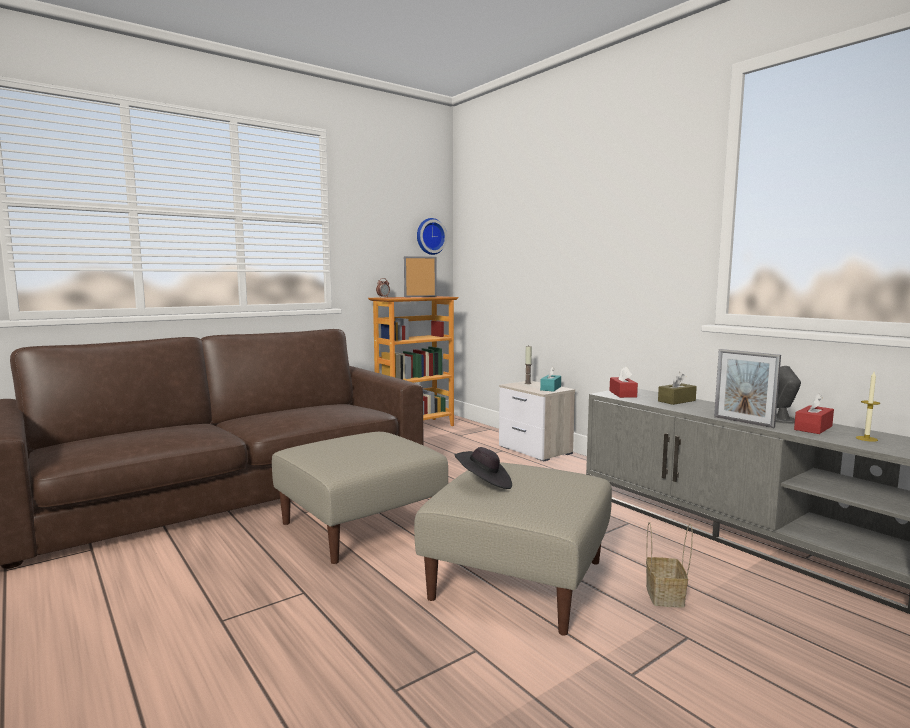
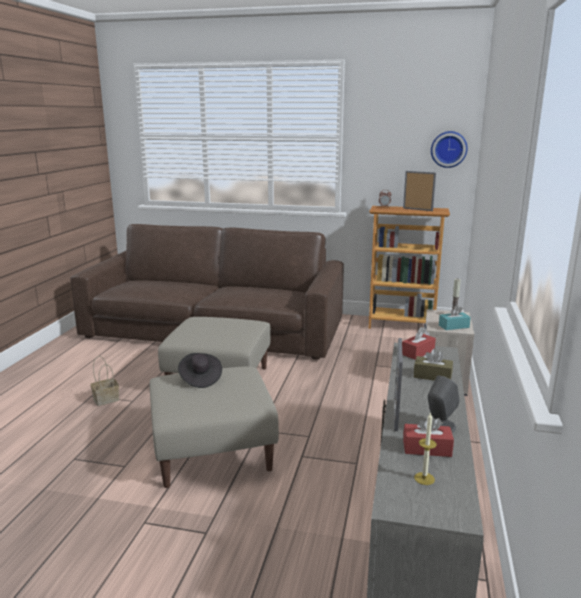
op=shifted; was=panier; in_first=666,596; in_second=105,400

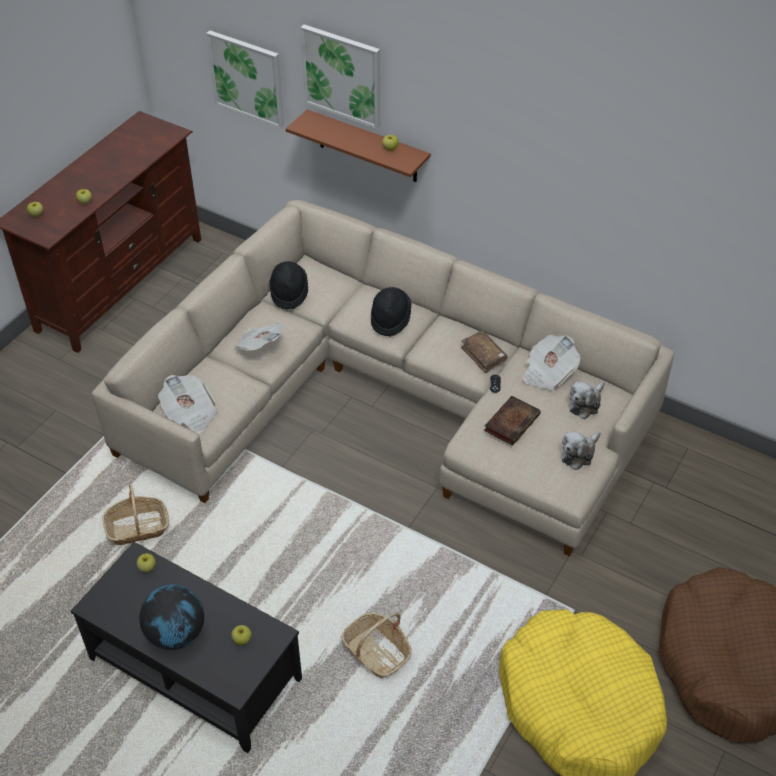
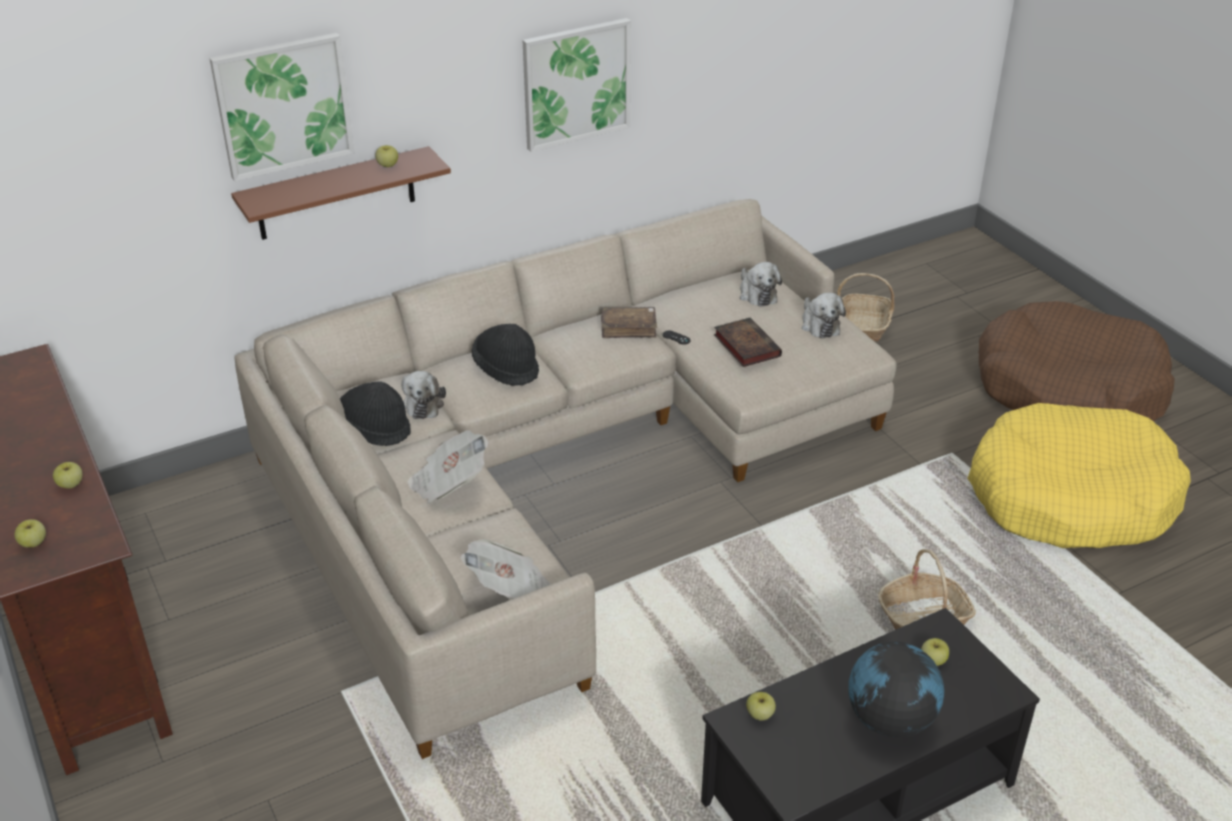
op=shifted; was=panier; in_first=138,528; in_second=863,325
op=shifted; was=tableau; in_first=247,78; in_second=576,83
op=gone; was=journal; in_first=548,373
op=new; now=peluche; in_second=423,403

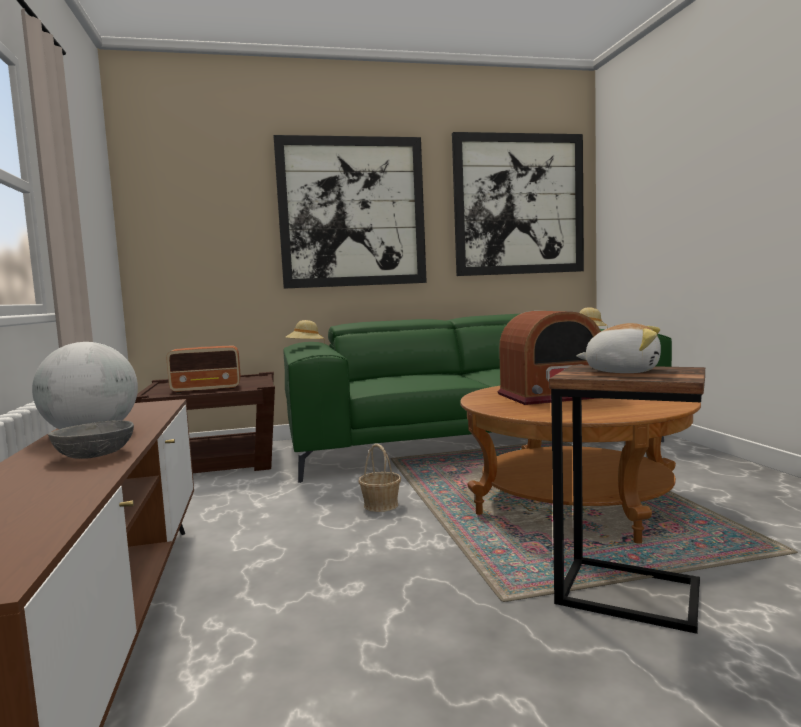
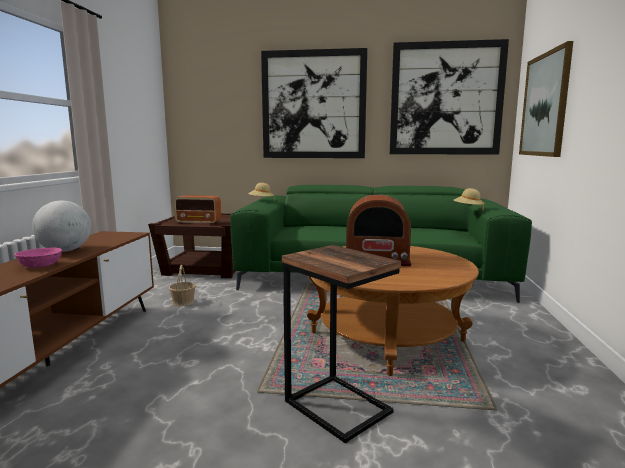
op=repainted; was=bol (gris); now=bol (rose); in_first=95,455; in_second=40,266
op=shifted; was=panier; in_first=381,505; in_second=183,302
op=gone; was=peluche; in_first=622,371
op=new; now=tableau; in_second=545,105

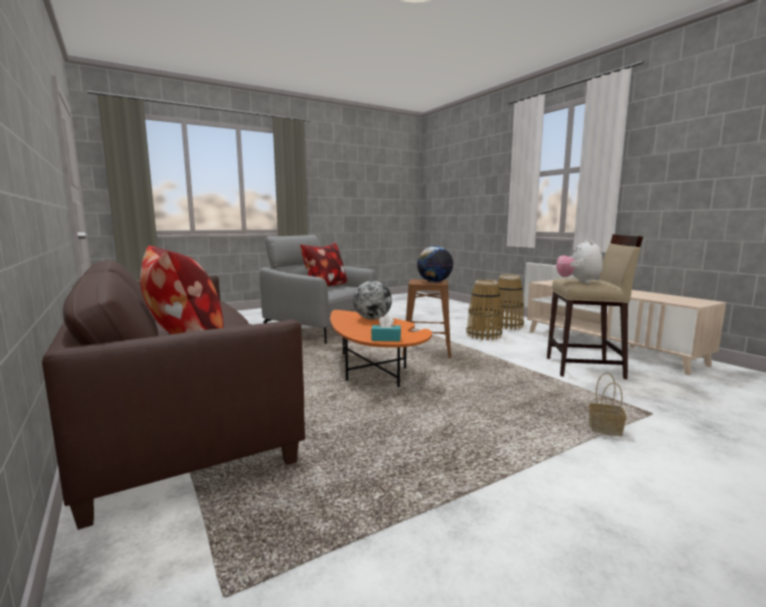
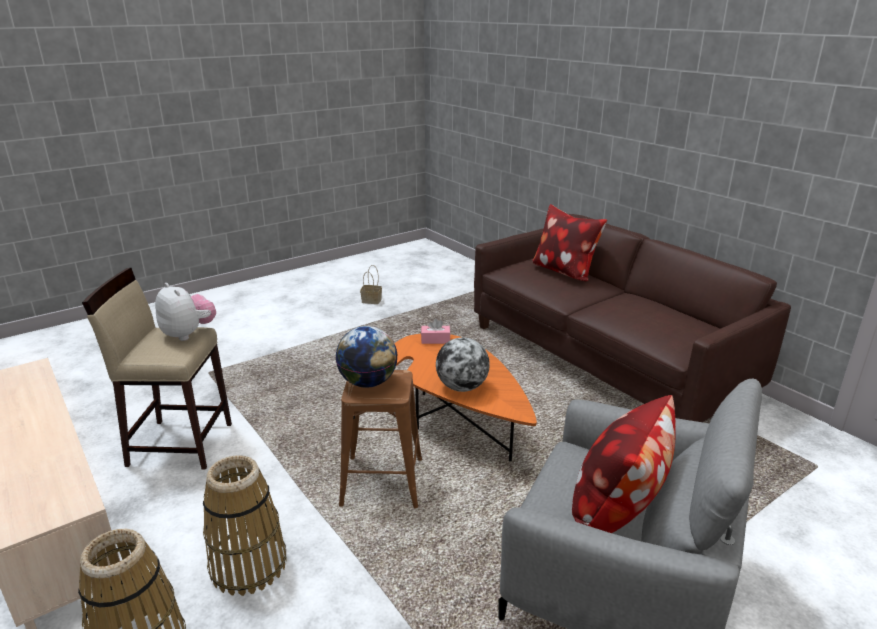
op=repainted; was=boîte à mouchoirs (turquoise); now=boîte à mouchoirs (rose); in_first=386,339; in_second=435,340
op=rotated; was=peluche; in_first=578,282; in_second=188,334; clockwise=-45
op=shifted; was=panier; in_first=604,429; in_second=372,300

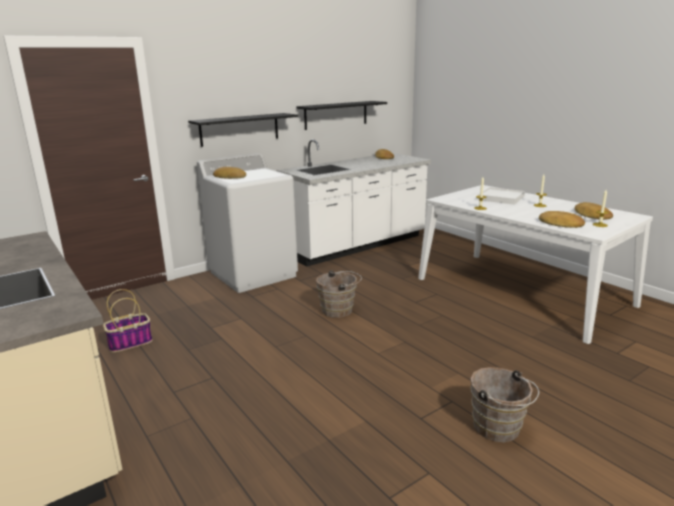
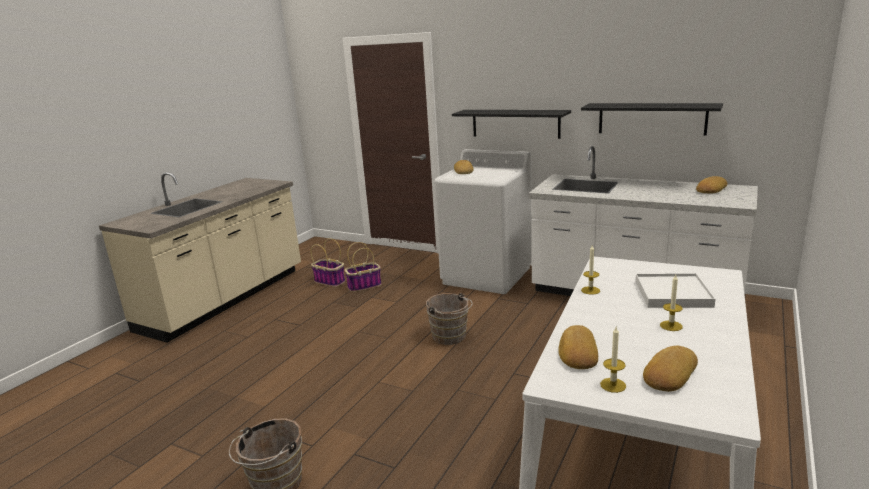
op=new; now=panier; in_second=364,286

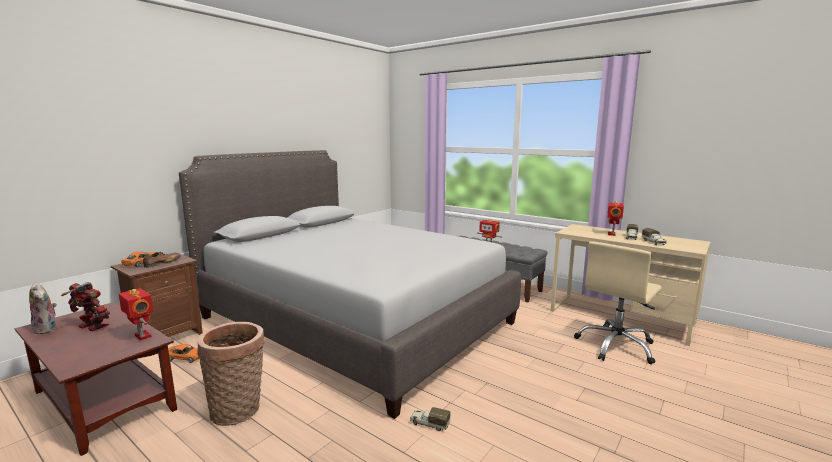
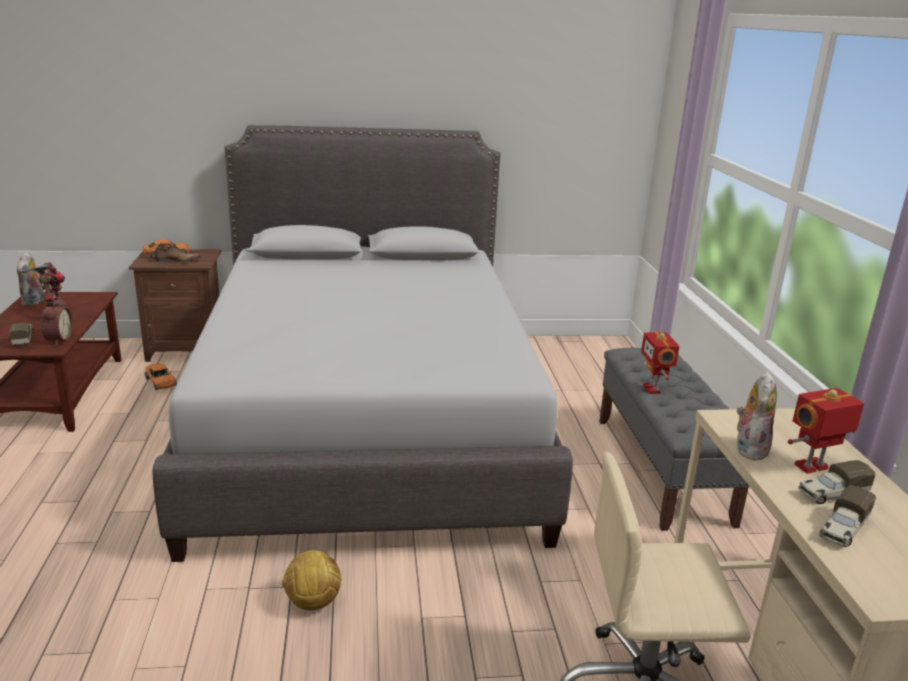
op=swapped; was=robot jouet; now=réveil; in_first=141,336; in_second=57,339
op=gone; was=panier; in_first=239,409
op=shifted; was=camion jouet; in_first=429,424; in_second=23,339
op=new; now=ballon de foot; in_second=313,603
op=new; now=peluche; in_second=749,448

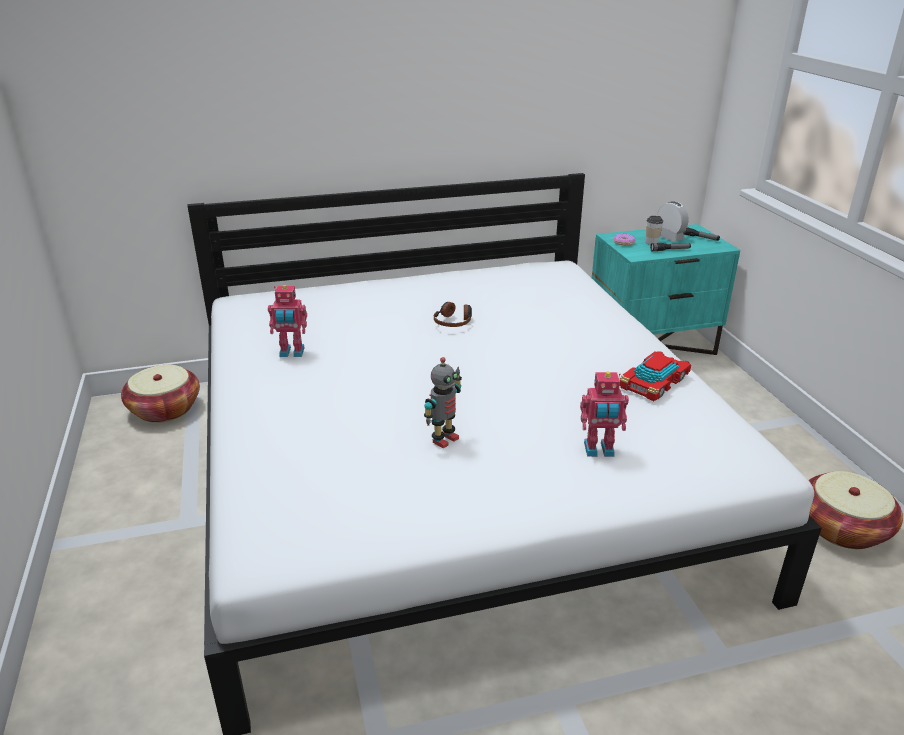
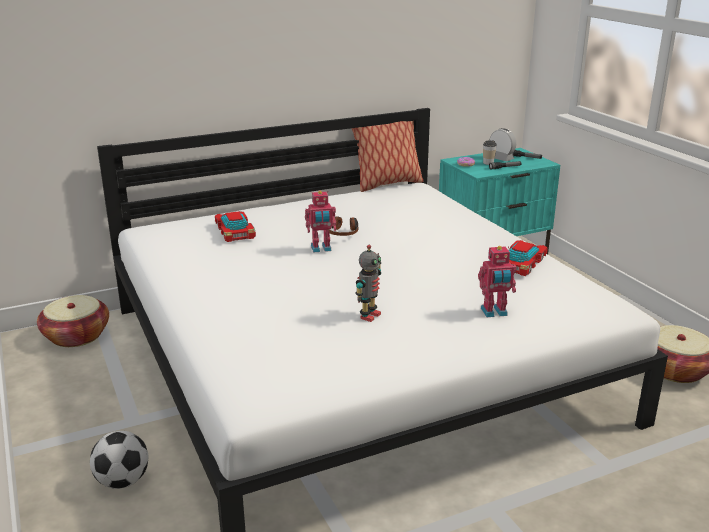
op=shifted; was=robot jouet; in_first=291,353; in_second=321,249
op=new; now=ballon de foot; in_second=123,481
op=new; now=petite voiture; in_second=235,231
op=new; now=coussin; in_second=387,184

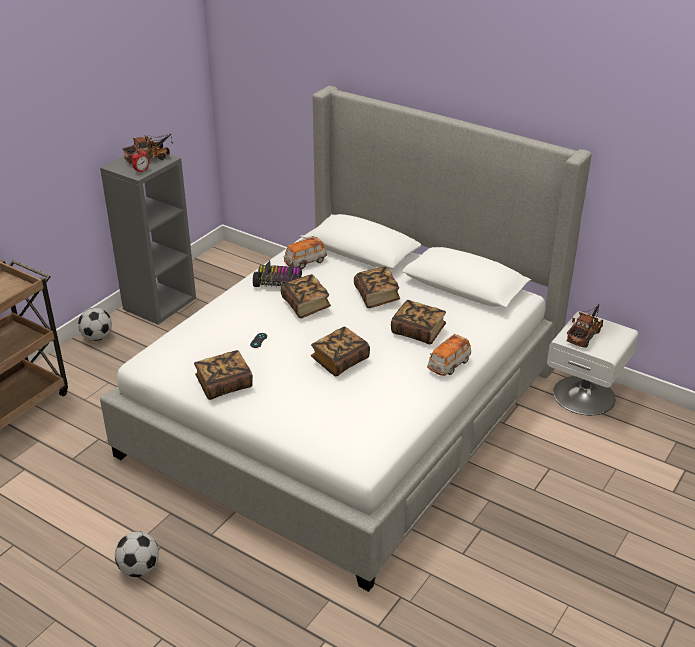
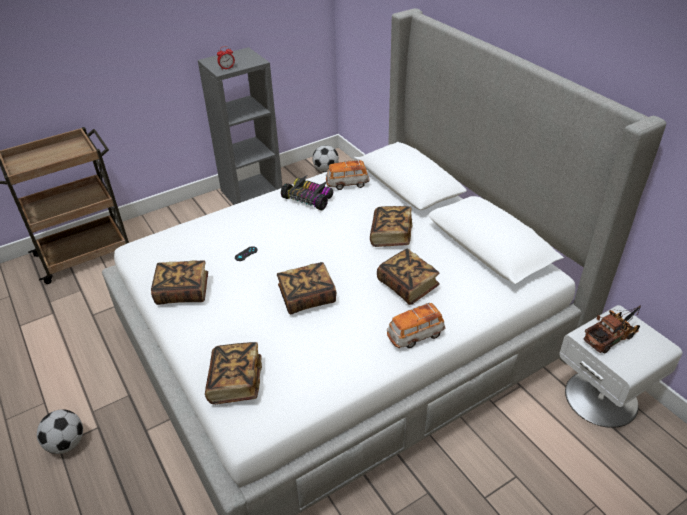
op=shifted; was=ballon de foot; in_first=97,337; in_second=326,170
op=gone; was=camion jouet; in_first=150,158
op=shifted; was=livre; in_first=306,305; in_second=235,382

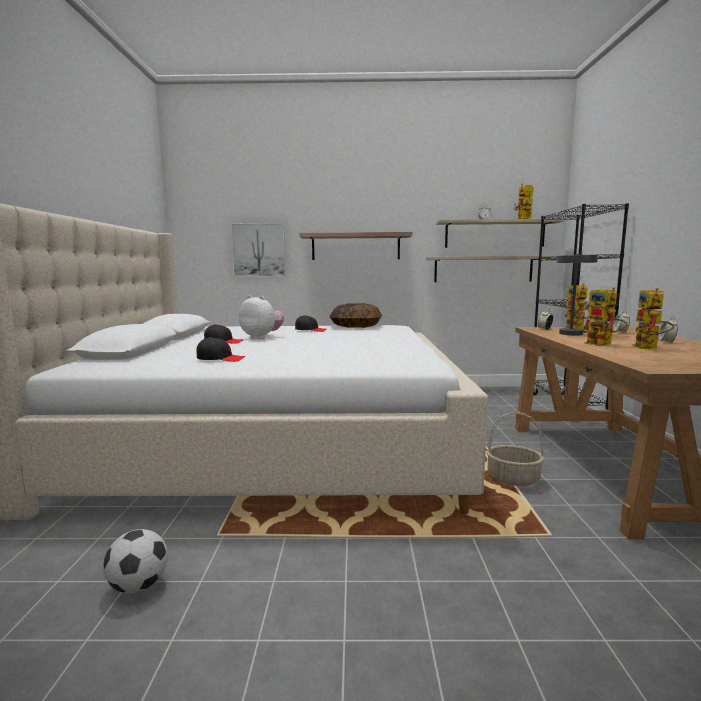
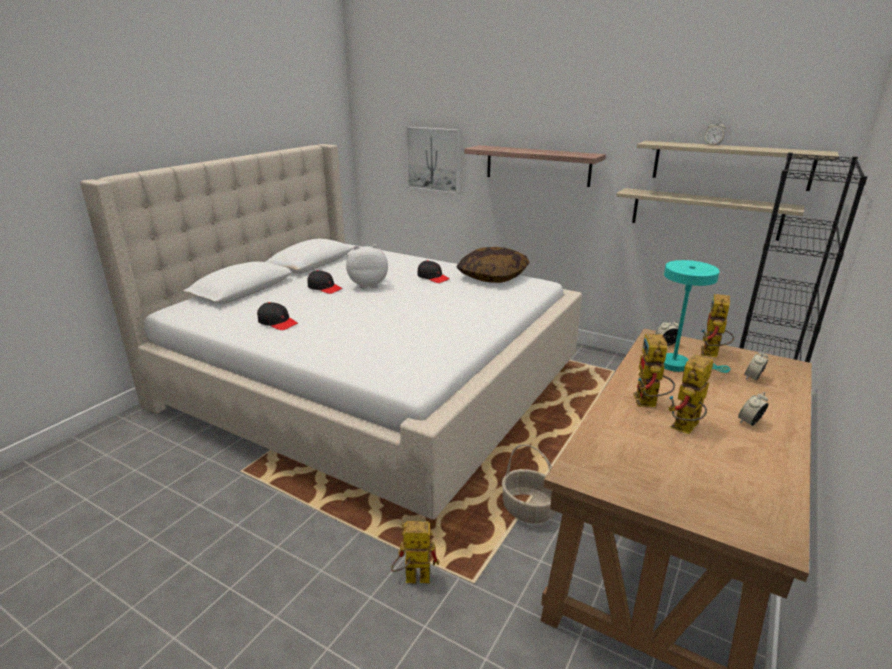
op=gone; was=ballon de foot; in_first=139,586
op=rotated; was=peluche; in_first=262,337; in_second=368,285; clockwise=-75
op=shifted; was=robot jouet; in_first=523,219; in_second=412,579
op=repainted; was=lampe de table (gris); now=lampe de table (turquoise); in_first=574,333; in_second=679,365

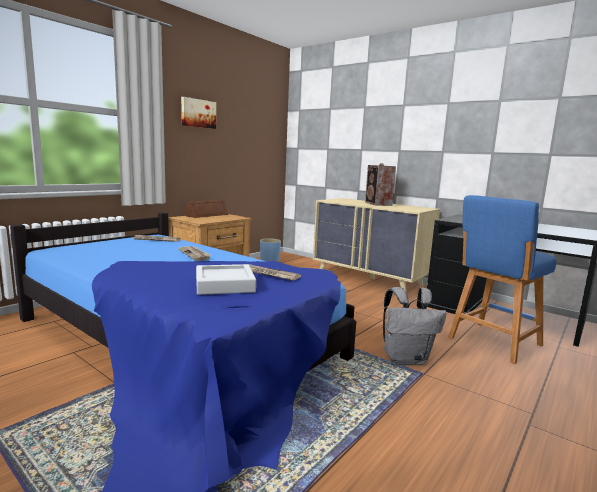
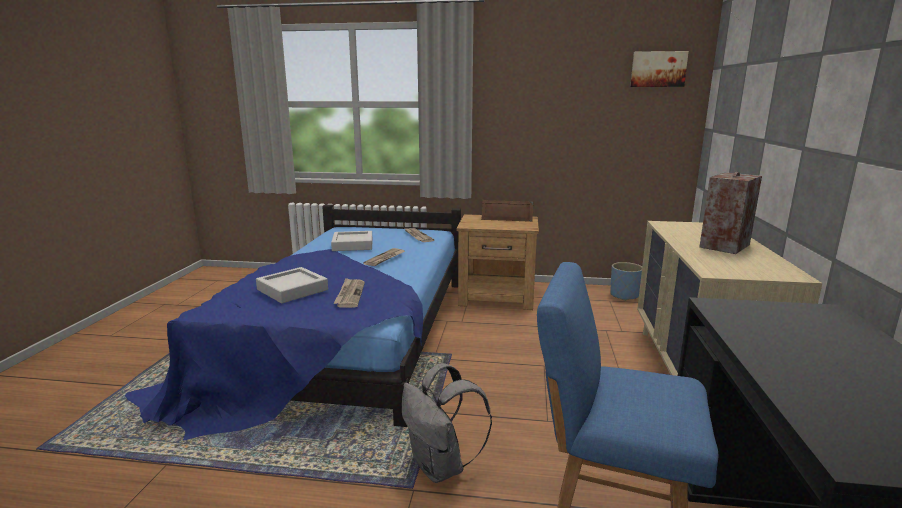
op=shifted; was=tableau; in_first=198,113; in_second=658,69
op=new; now=plateau (gris); in_second=352,245

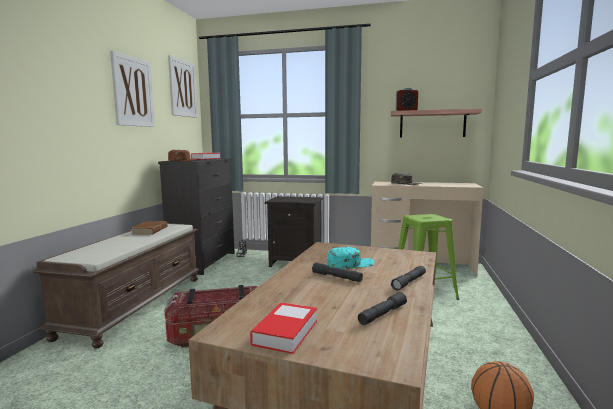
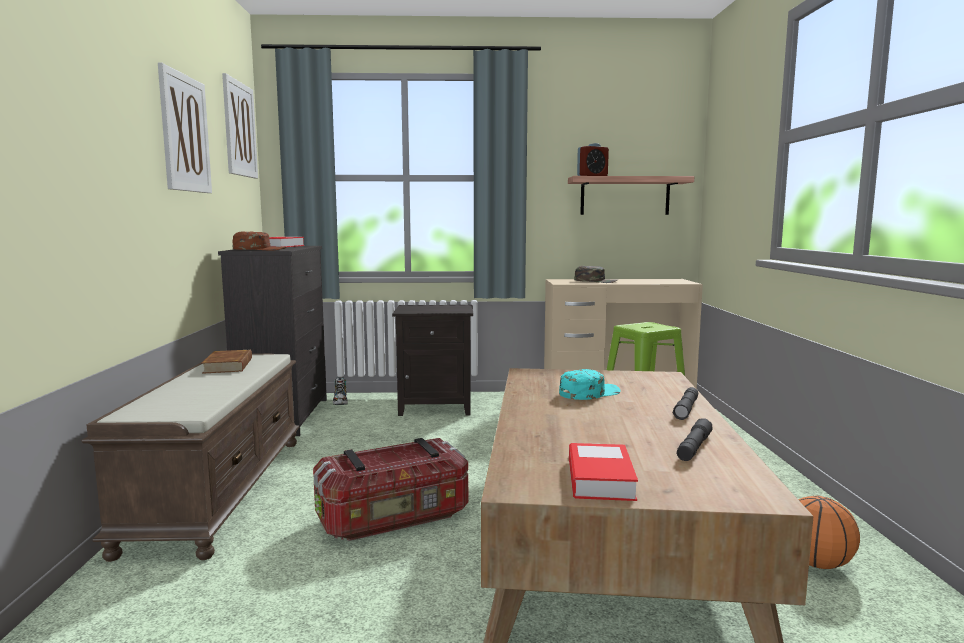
op=gone; was=lampe de poche (gris); in_first=336,277

